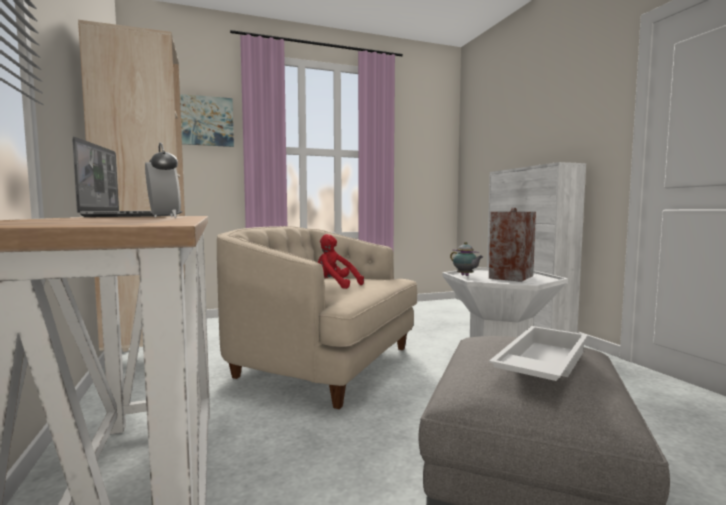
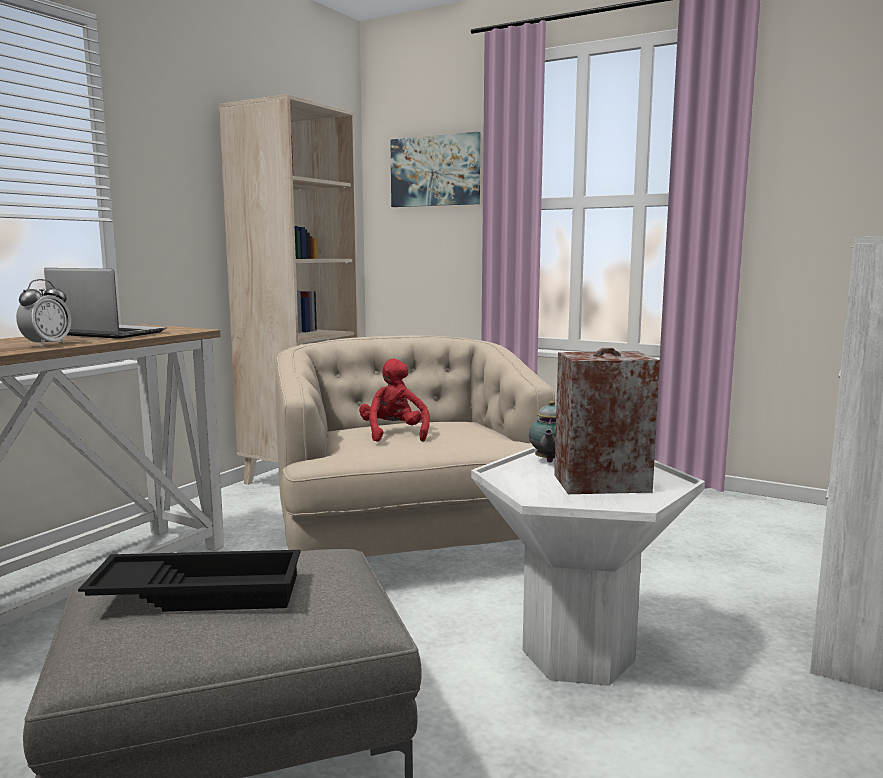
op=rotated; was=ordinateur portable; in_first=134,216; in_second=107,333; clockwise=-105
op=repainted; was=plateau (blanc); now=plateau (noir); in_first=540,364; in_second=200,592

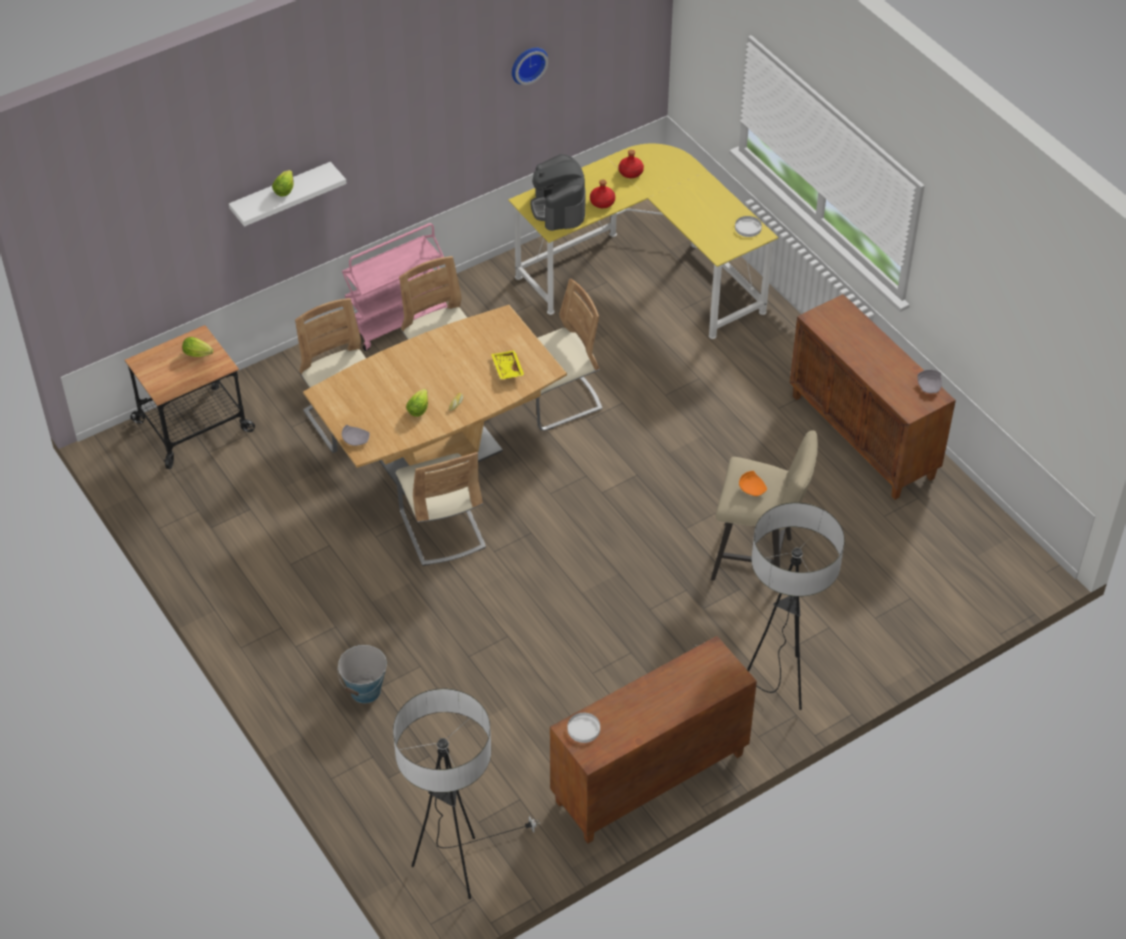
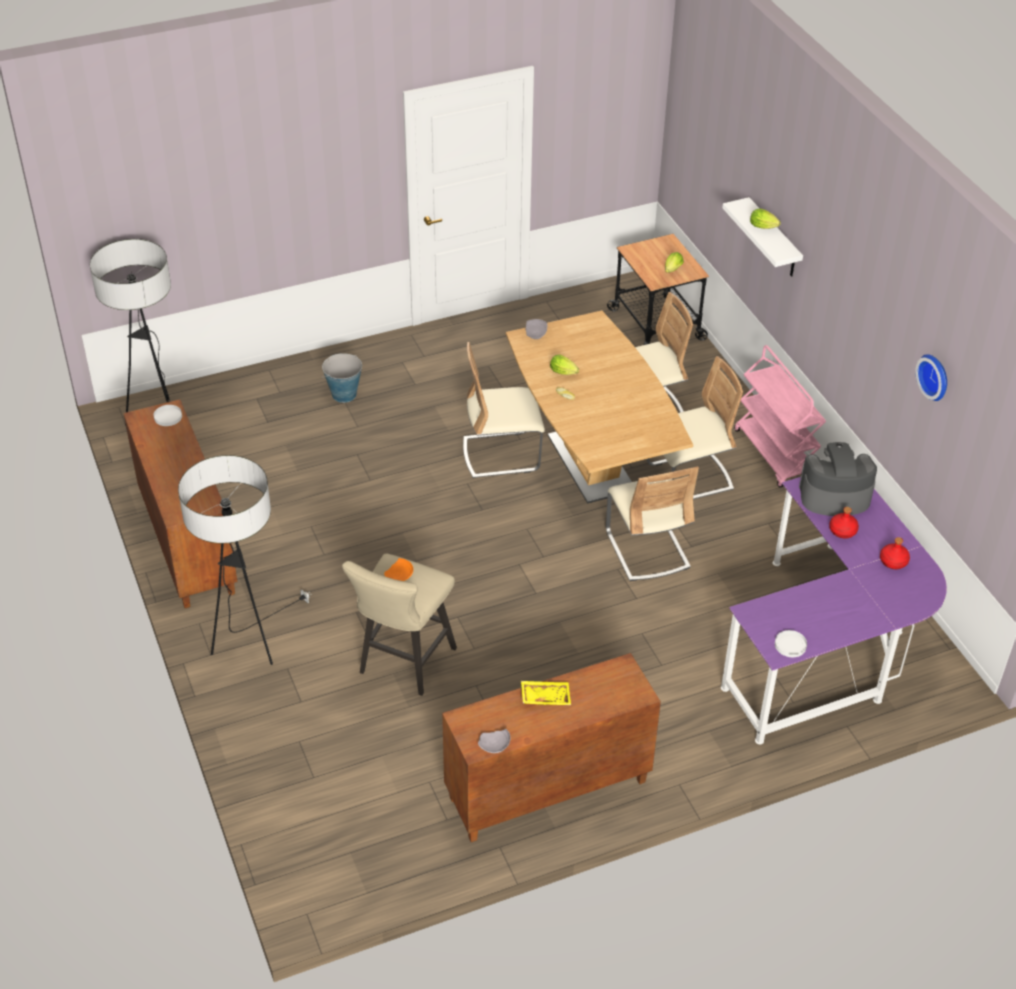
op=shifted; was=plateau (jaune); in_first=506,369; in_second=545,696
op=repainted; was=bureau (jaune); now=bureau (violet); in_first=644,275; in_second=829,647

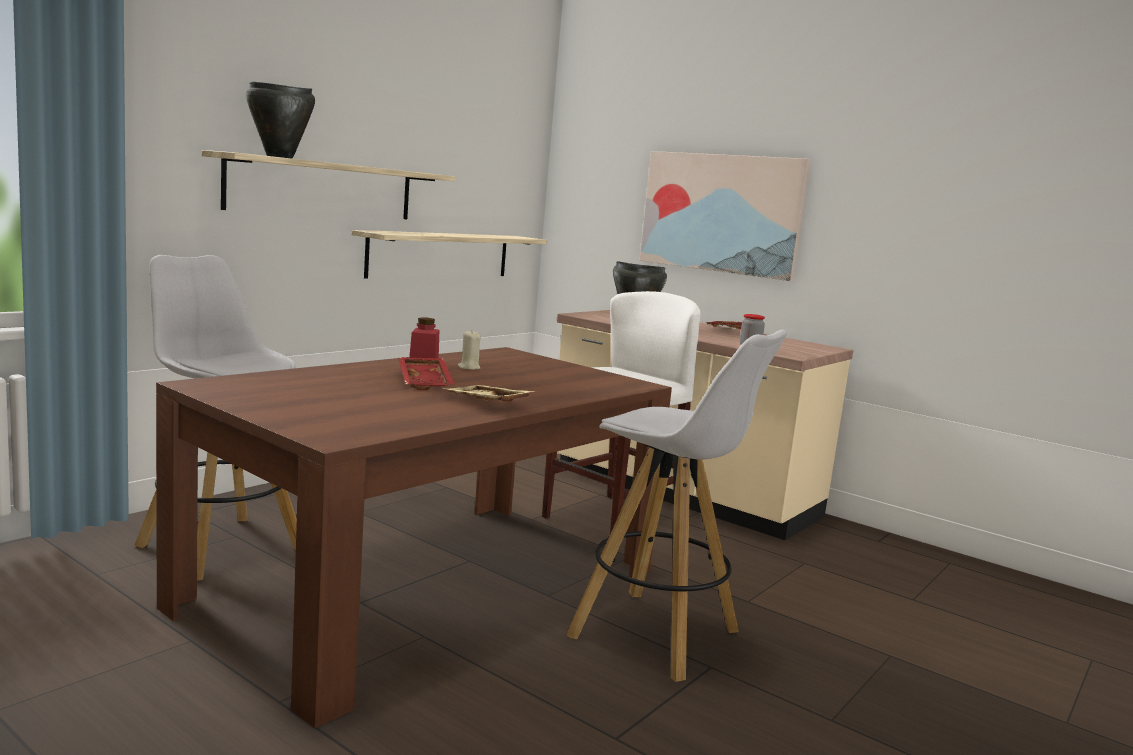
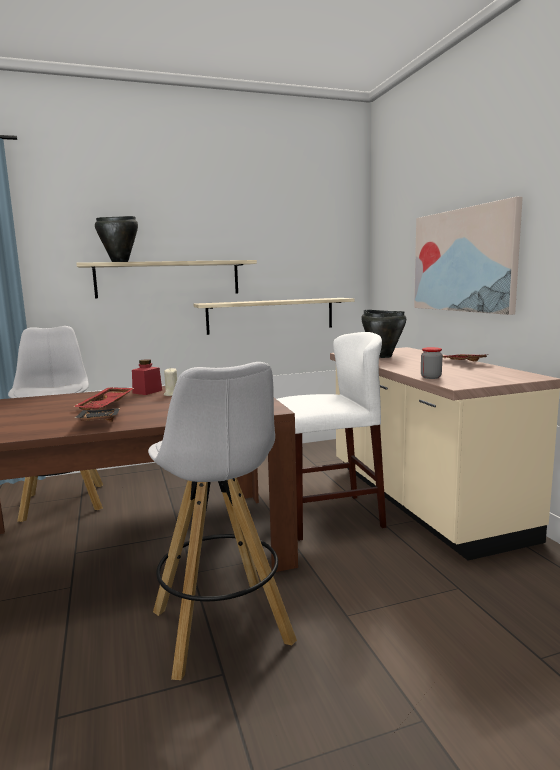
op=repainted; was=plateau (beige); now=plateau (noir); in_first=486,403; in_second=98,422

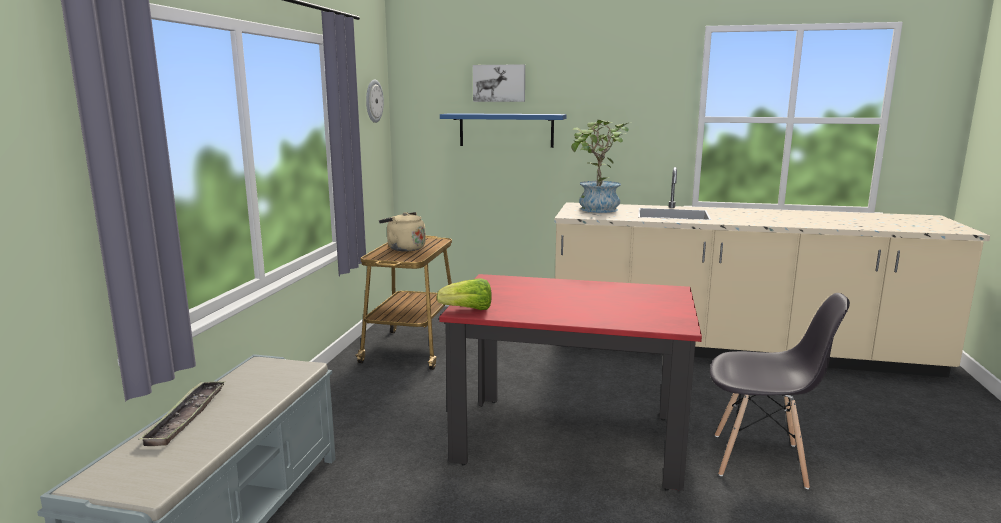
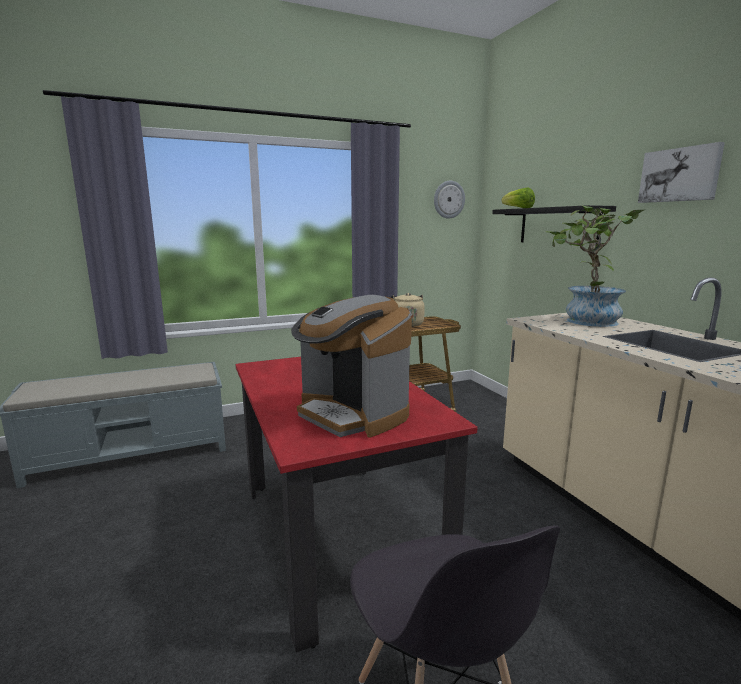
op=gone; was=plateau; in_first=186,417
op=shifted; was=laitue; in_first=468,310; in_second=518,208
op=repainted; was=étagère (bleu); now=étagère (noir); in_first=506,130; in_second=558,226
op=shifted; was=tableau; in_first=499,83; in_second=680,175
op=new; now=machine à café; in_second=352,414

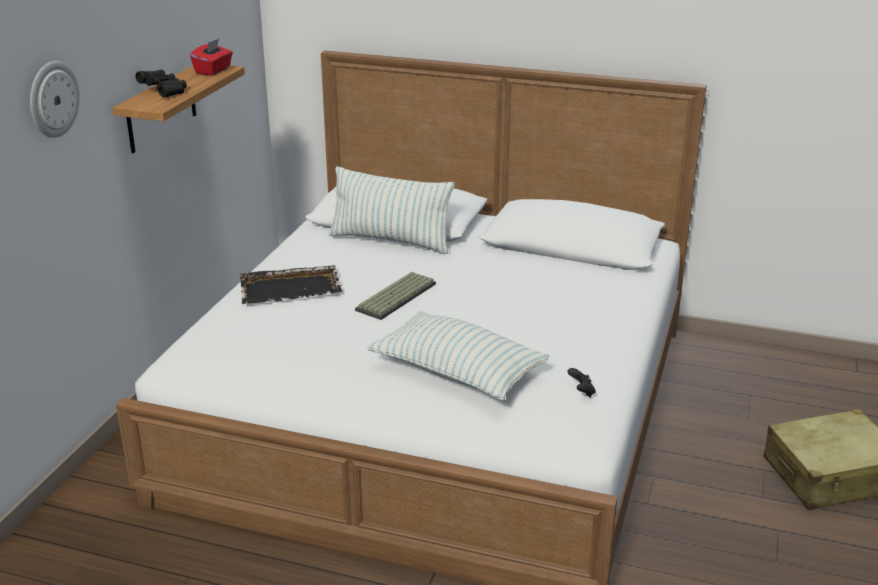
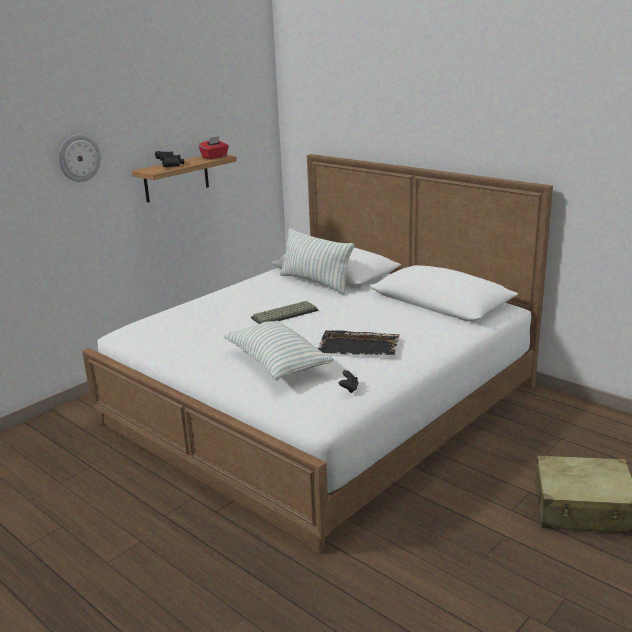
op=shifted; was=plateau (noir); in_first=291,288; in_second=359,346

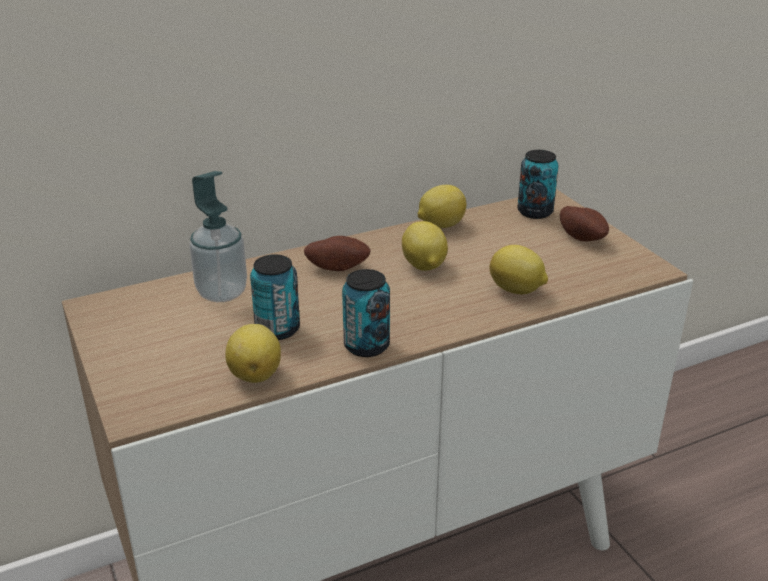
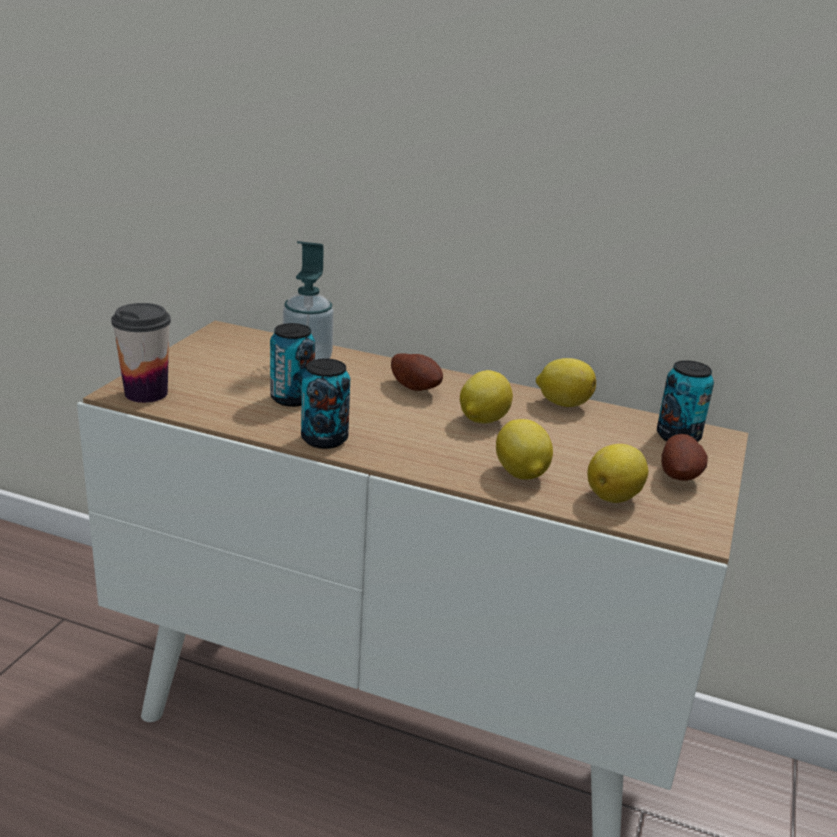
op=shifted; was=citron; in_first=256,373; in_second=614,496
op=new; now=tasse; in_second=146,393

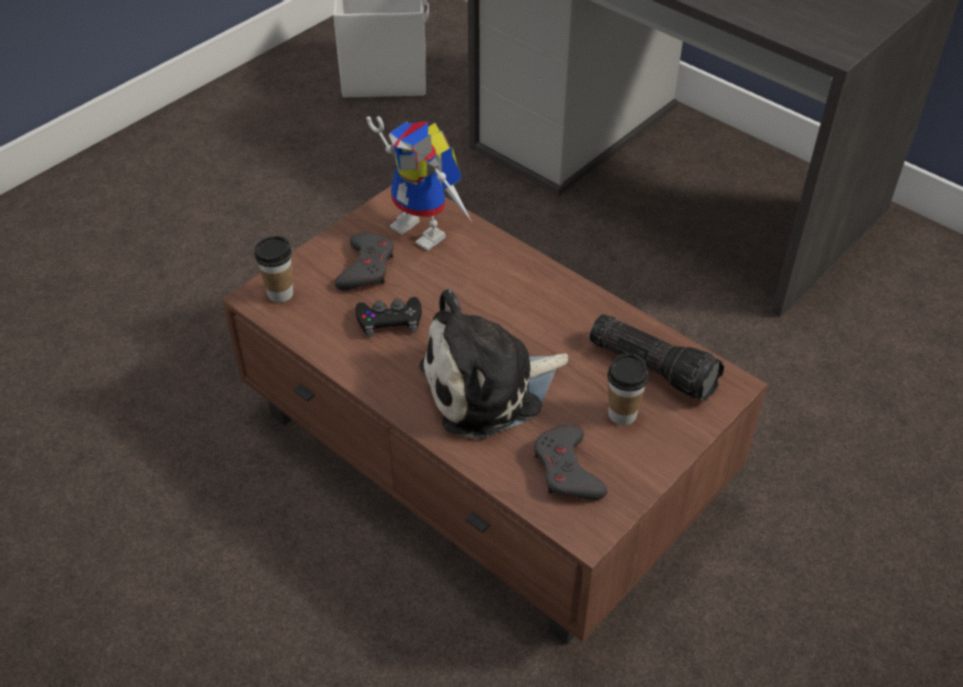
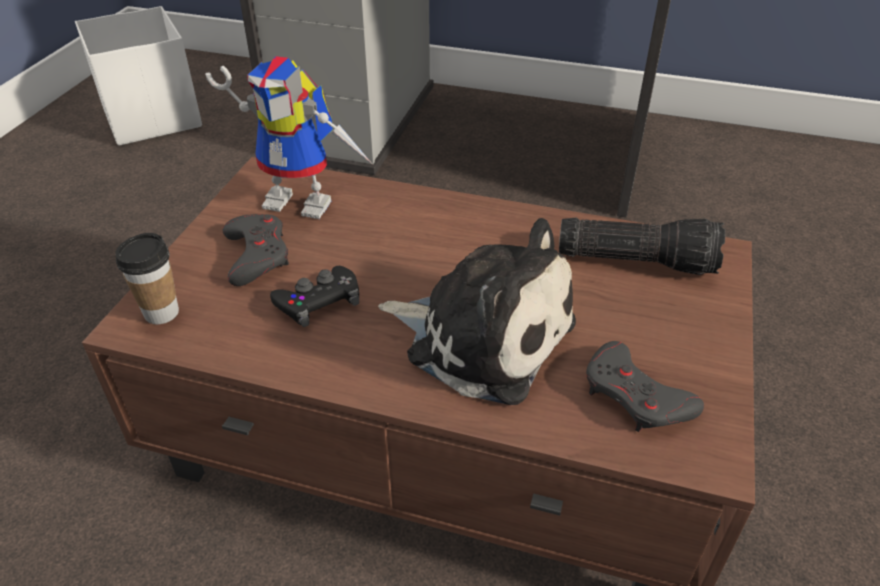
op=rotated; was=peluche; in_first=489,387; in_second=482,336; clockwise=-105
op=gone; was=tasse; in_first=622,414

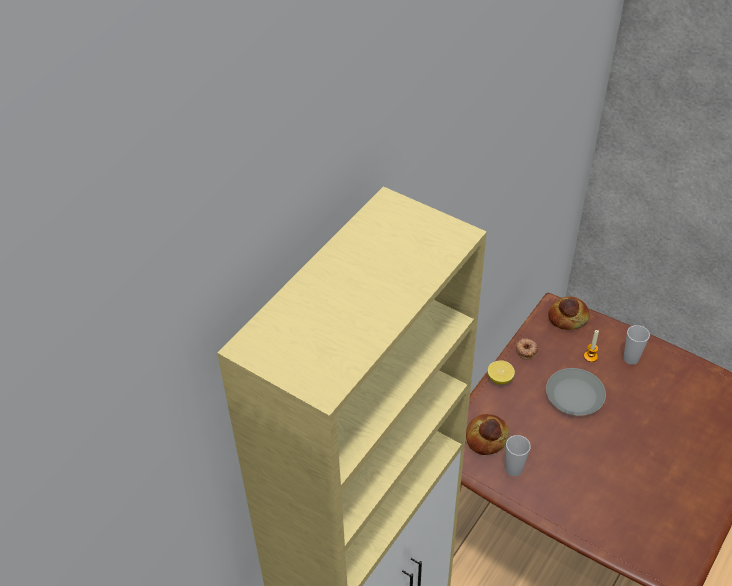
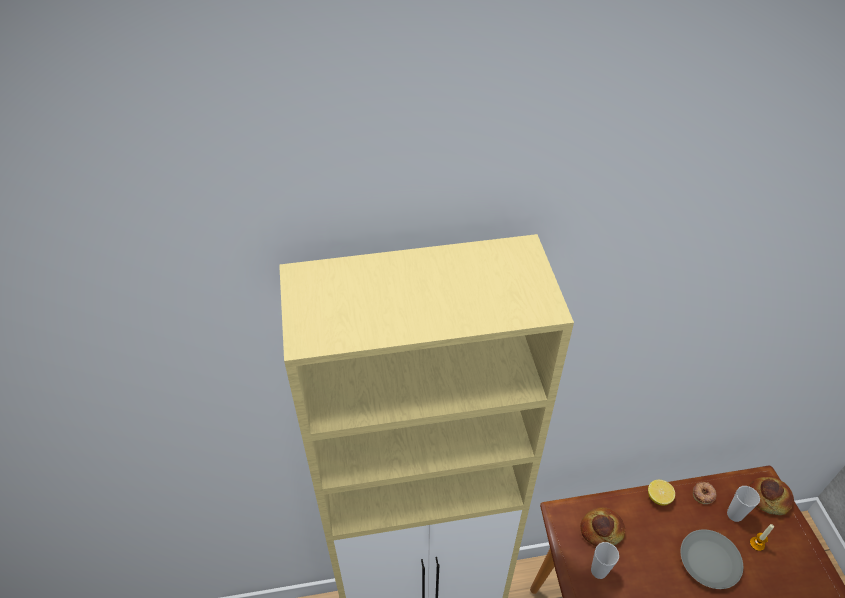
op=shifted; was=tasse; in_first=631,359; in_second=734,514

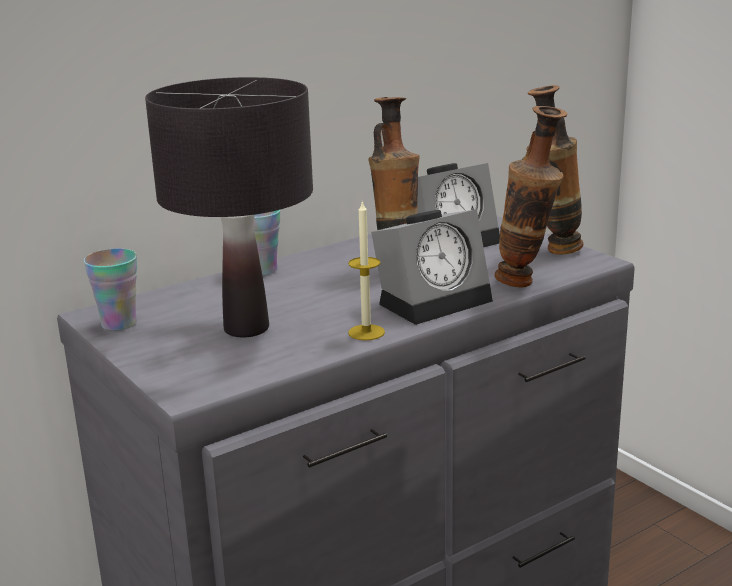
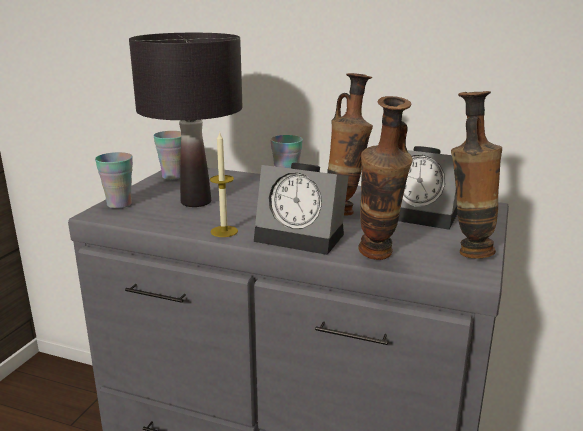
op=new; now=tasse; in_second=119,204

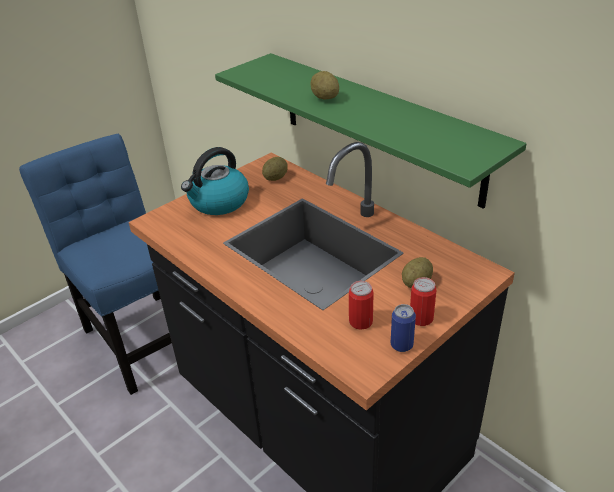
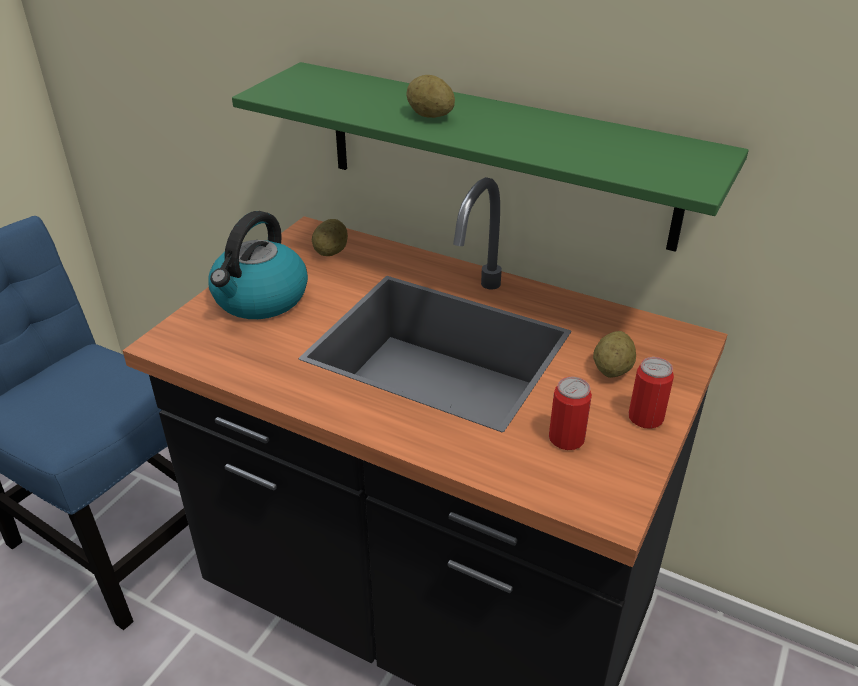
op=gone; was=boîte métallique; in_first=401,345

